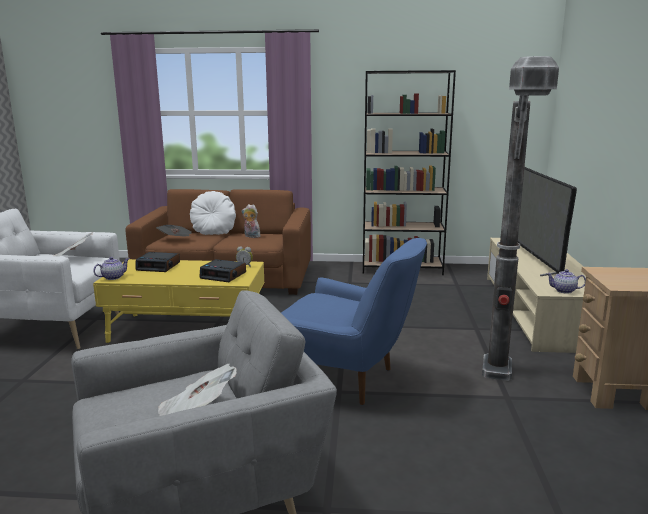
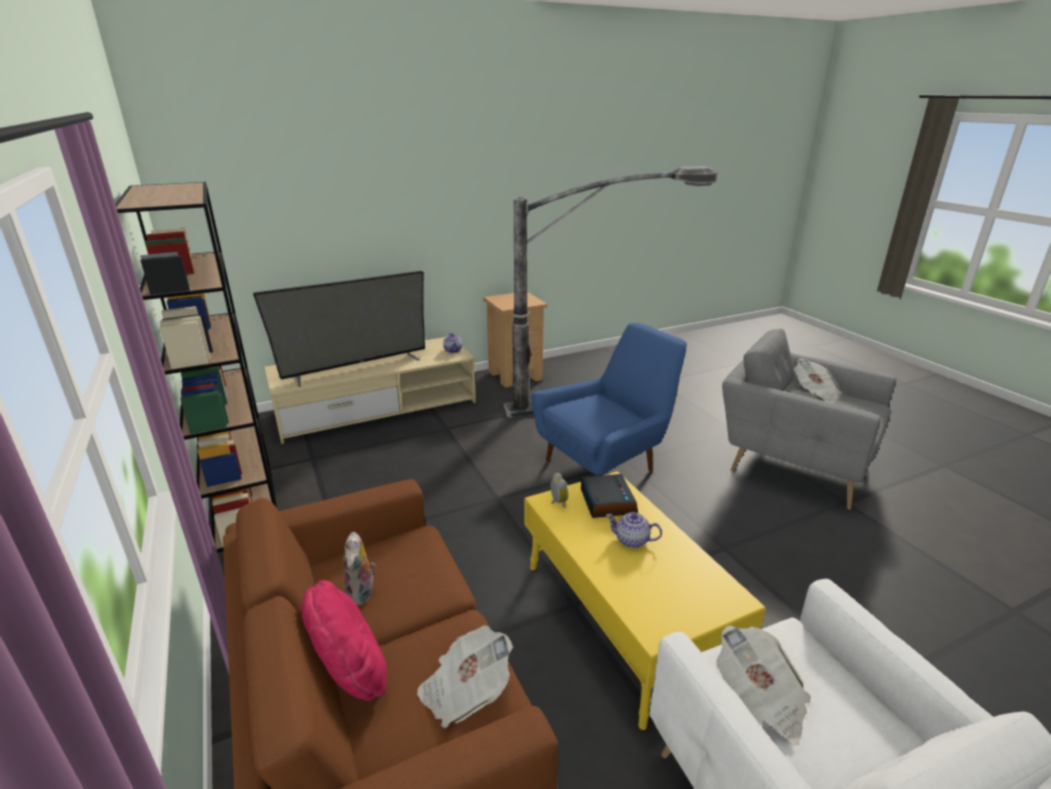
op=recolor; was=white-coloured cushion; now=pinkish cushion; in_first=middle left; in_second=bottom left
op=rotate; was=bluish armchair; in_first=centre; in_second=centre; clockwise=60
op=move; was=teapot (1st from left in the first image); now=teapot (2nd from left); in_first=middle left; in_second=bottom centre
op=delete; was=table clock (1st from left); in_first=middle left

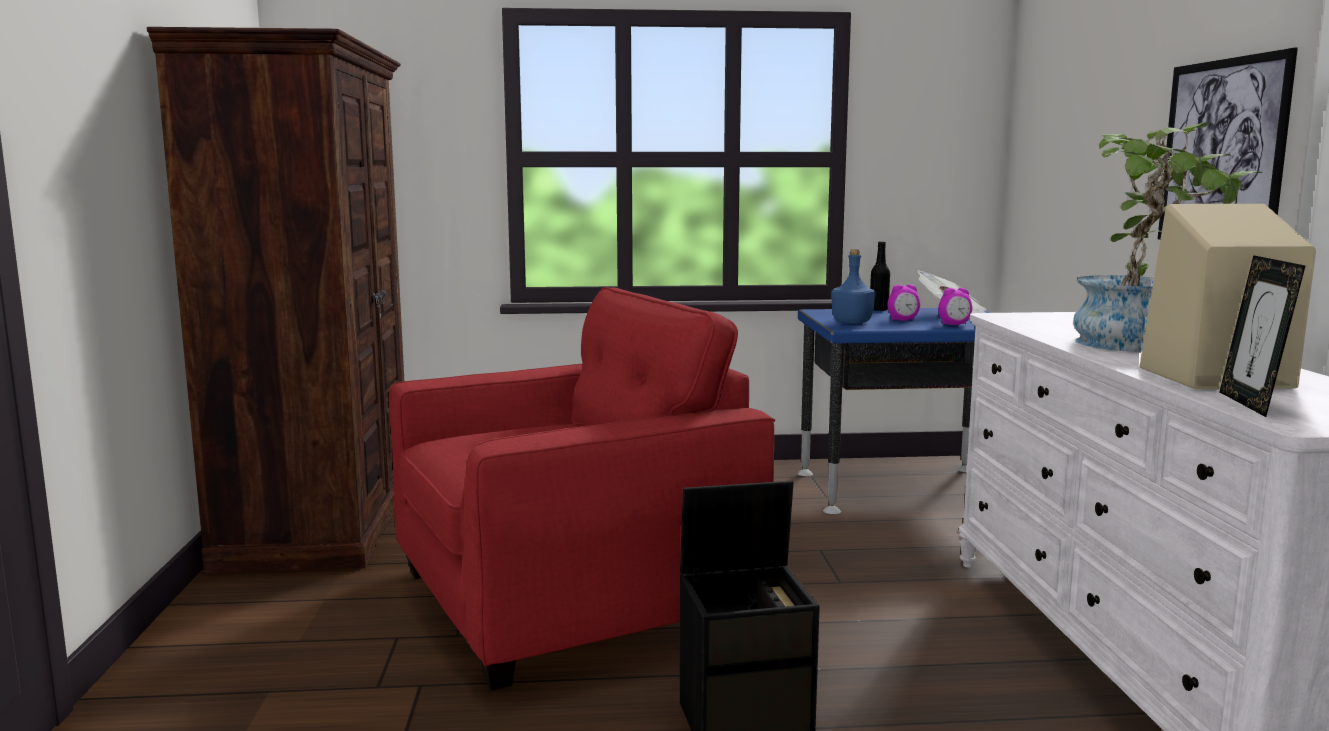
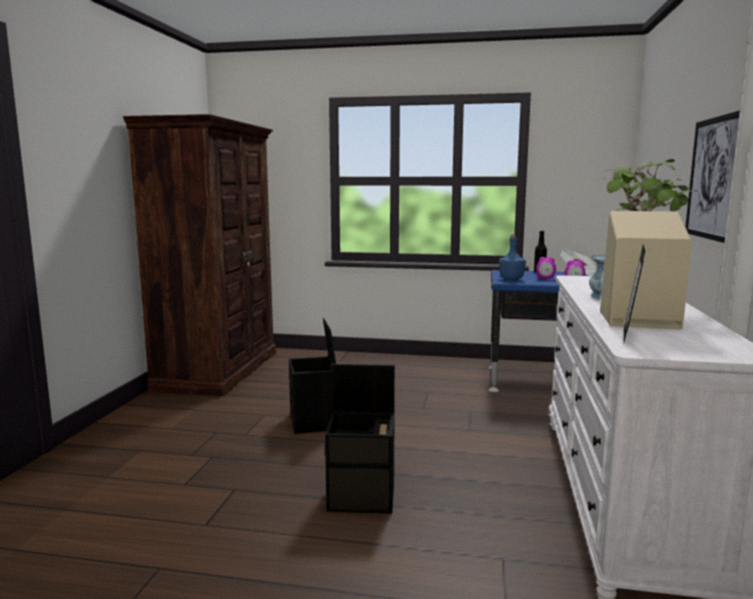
op=replace; was=reddish armchair; now=black-coloured storage container (1st from left); in_first=bottom centre; in_second=centre

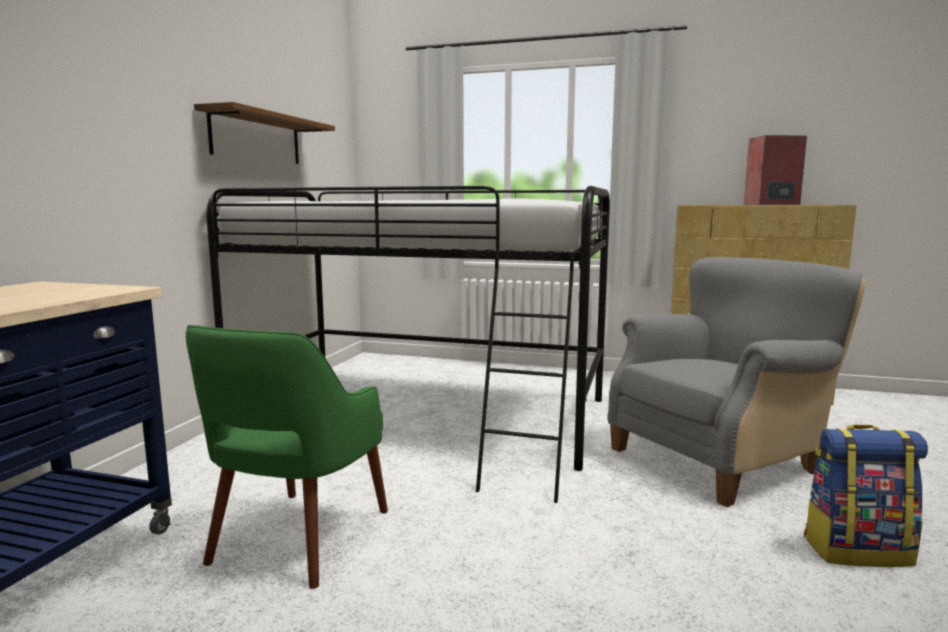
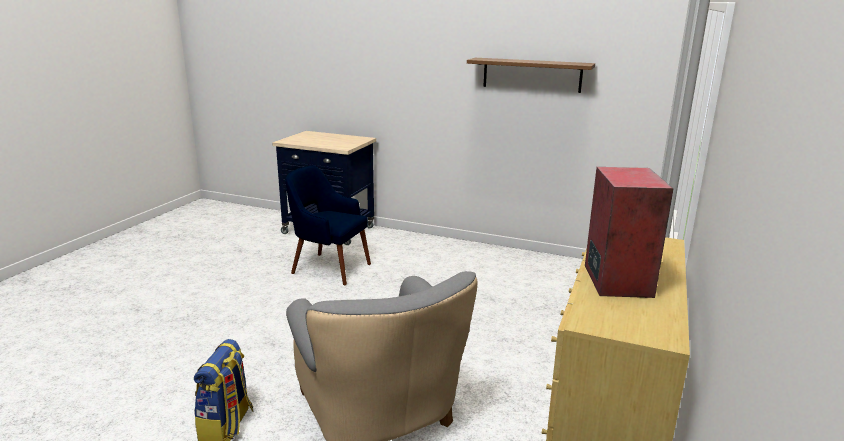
op=recolor; was=green-coloured armchair; now=bluish armchair; in_first=bottom left; in_second=centre
op=delete; was=black-coloured bedroom bed; in_first=centre

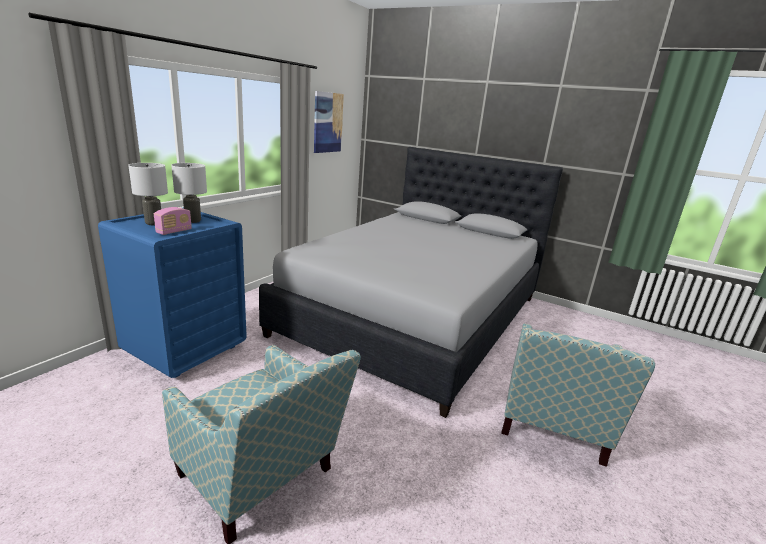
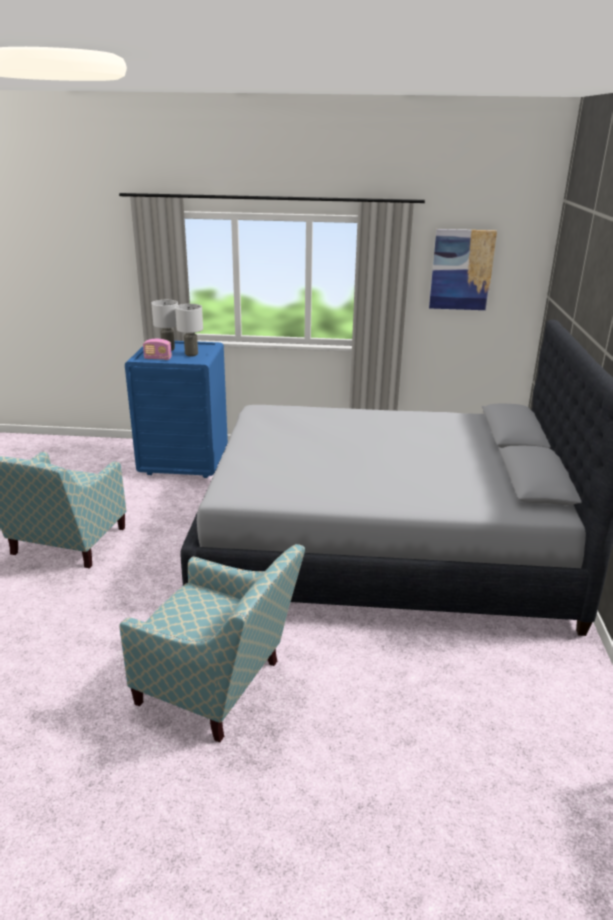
op=rotate; was=armchair (2nd from left); in_first=bottom right; in_second=bottom centre; clockwise=-150

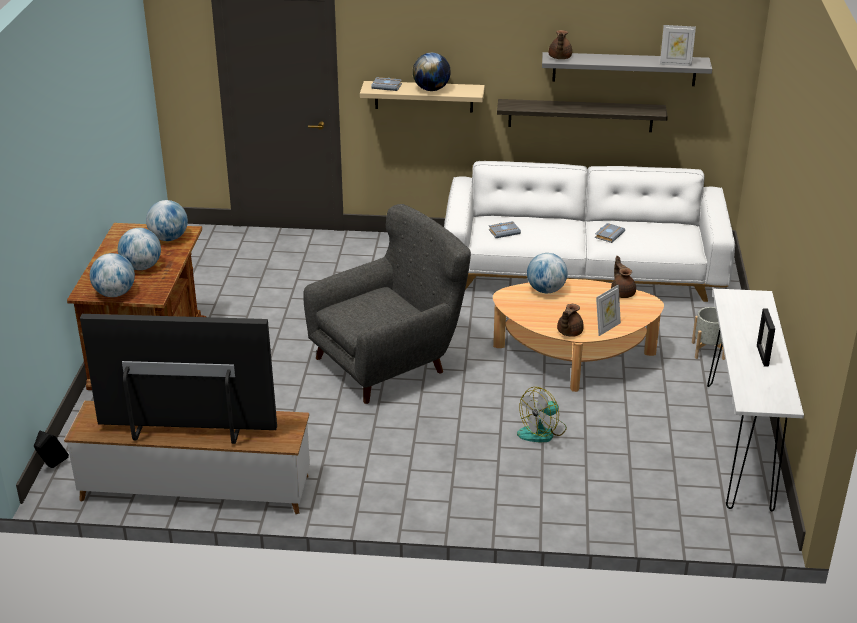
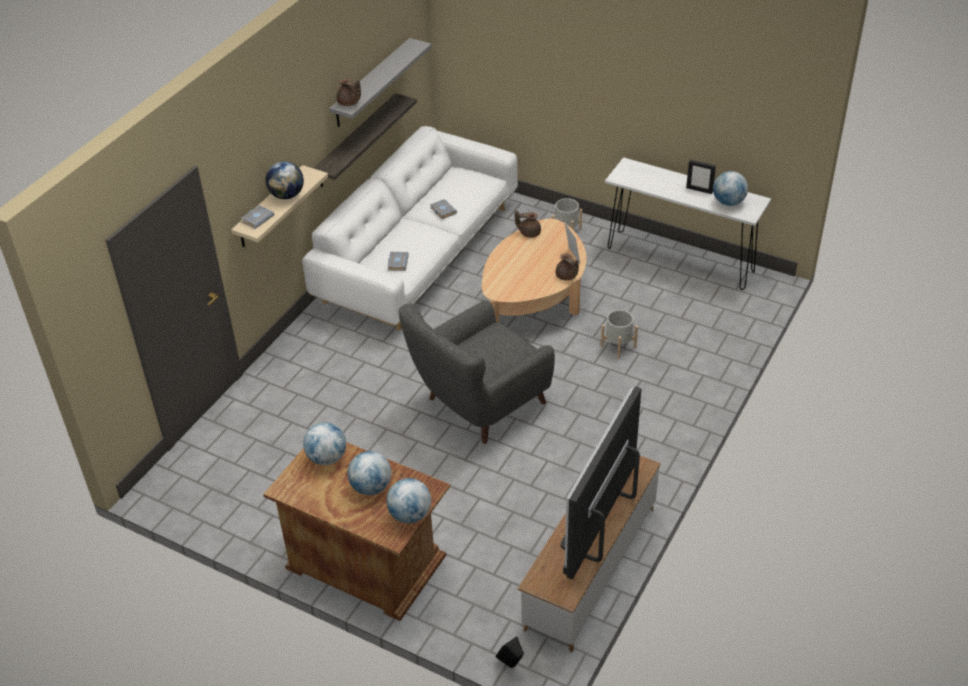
op=rotate; was=gray armchair; in_first=centre; in_second=centre; clockwise=-120
op=replace; was=electric fan; now=gray planter (2nd from left); in_first=centre; in_second=centre
op=move; was=desk globe (5th from left); in_first=centre; in_second=top right
op=delete; was=photo frame (2nd from left); in_first=top right

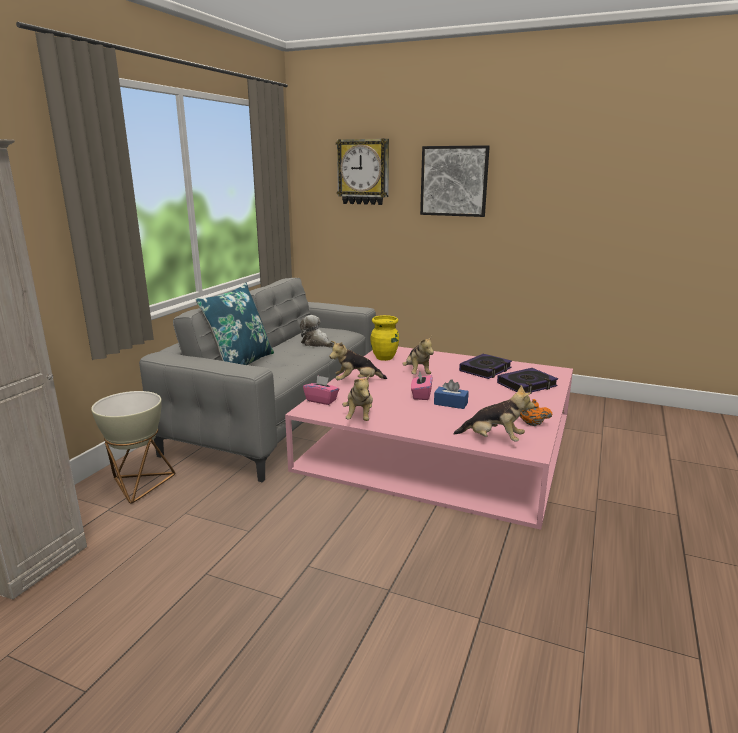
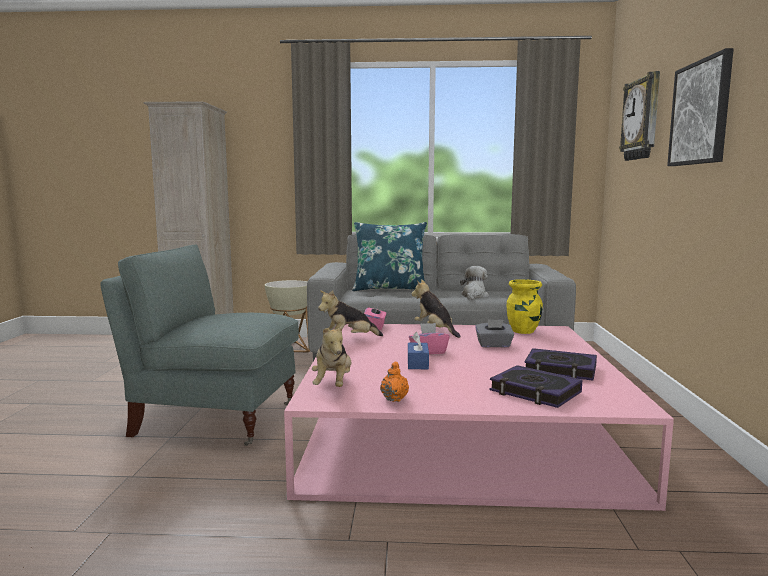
op=insert; now=gray armchair; in_second=middle left
op=replace; was=cuddly toy (4th from left); now=gray tissue box; in_first=centre; in_second=centre

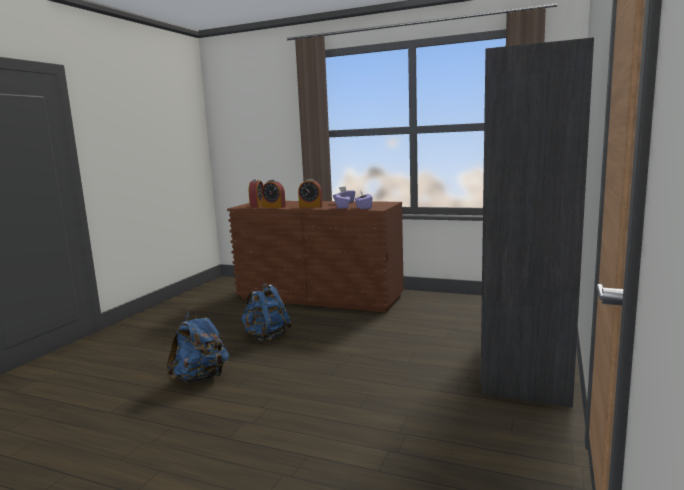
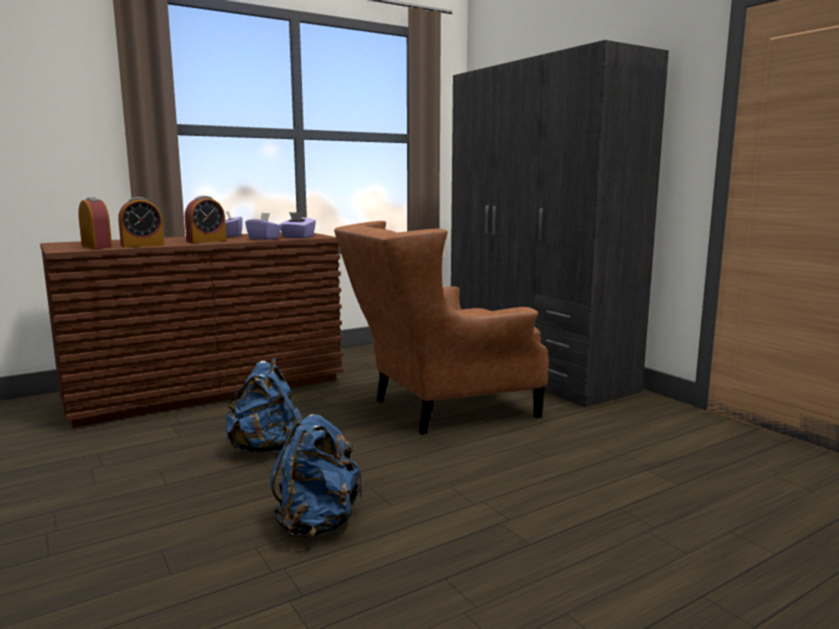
op=insert; now=brownish armchair; in_second=centre

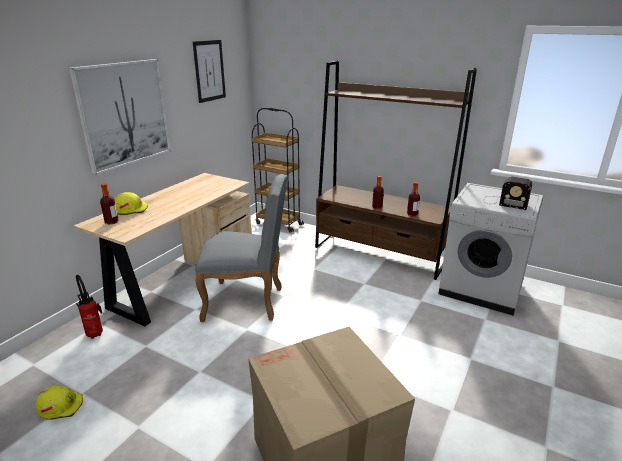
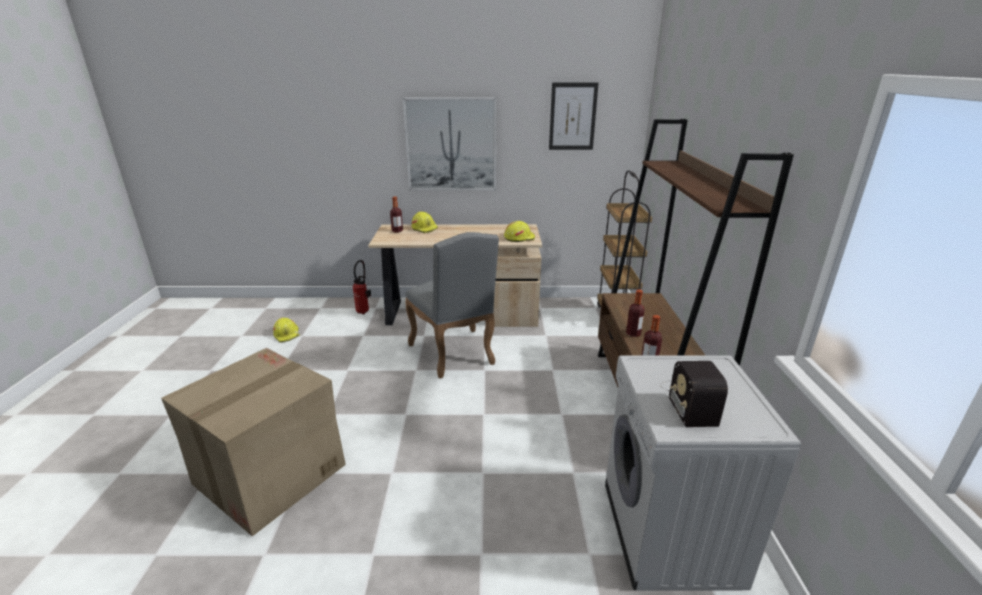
op=insert; now=yellowish hard hat (3rd from left); in_second=centre

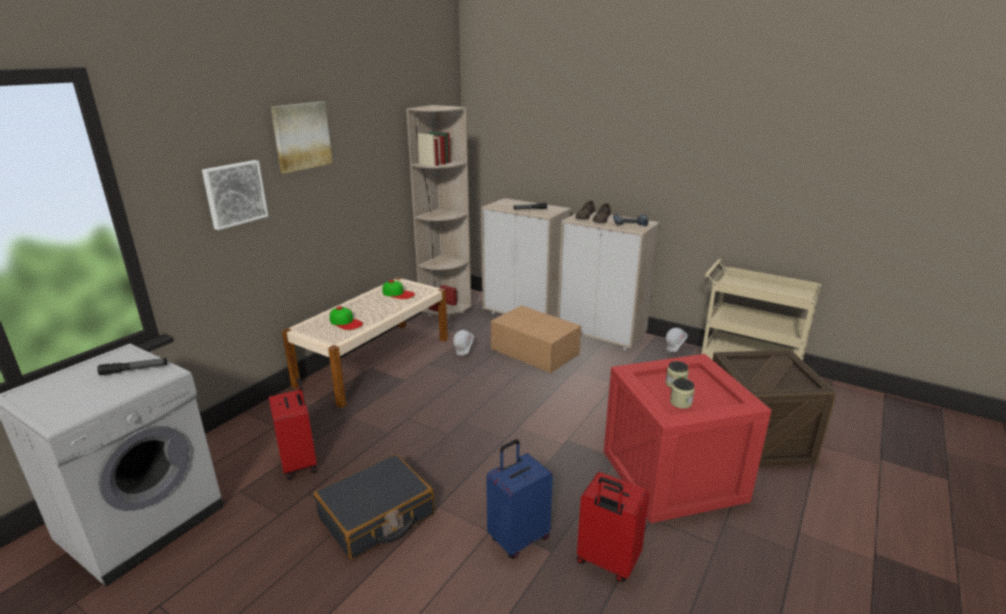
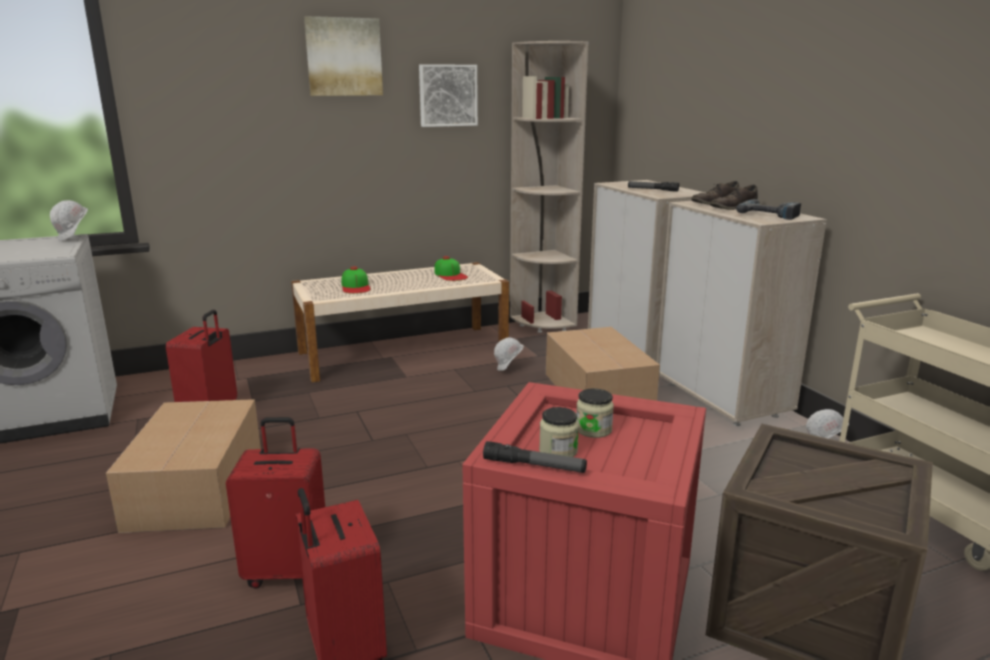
op=insert; now=white-coloured hard hat (1st from left); in_second=middle left
op=replace; was=black-coloured piece of luggage; now=cardboard box (1st from left); in_first=bottom centre; in_second=bottom left
op=recolor; was=bluish piece of luggage; now=reddish piece of luggage (2nd from left); in_first=bottom centre; in_second=bottom left
op=move; was=picture (1st from left in the first image); now=picture (2nd from left); in_first=top left; in_second=top centre
op=move; was=torch (1st from left); in_first=middle left; in_second=bottom centre

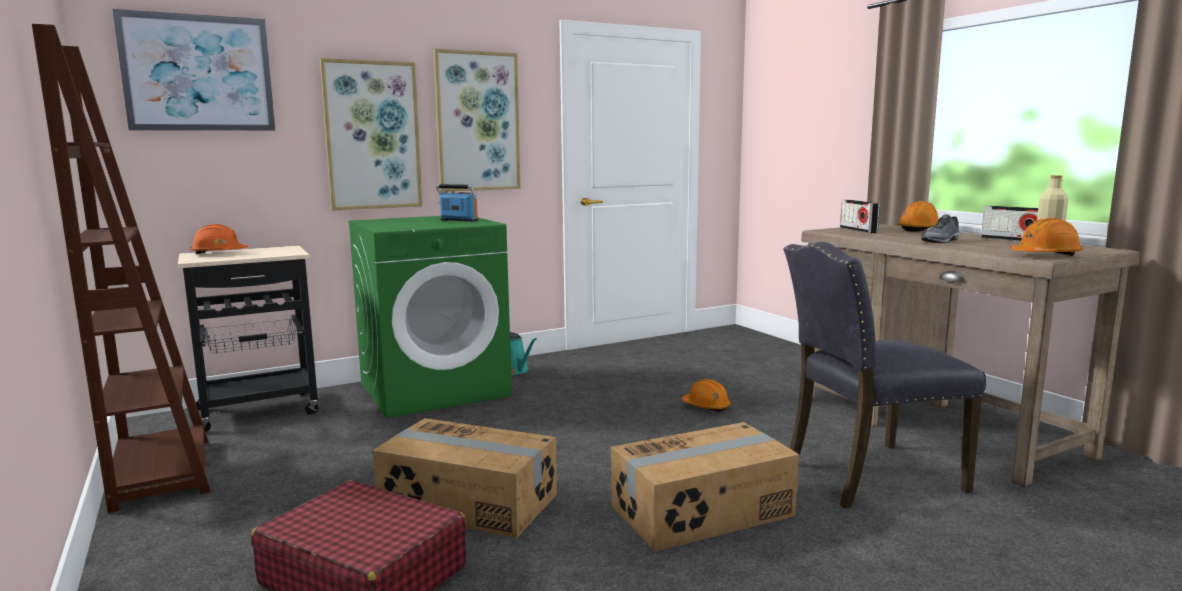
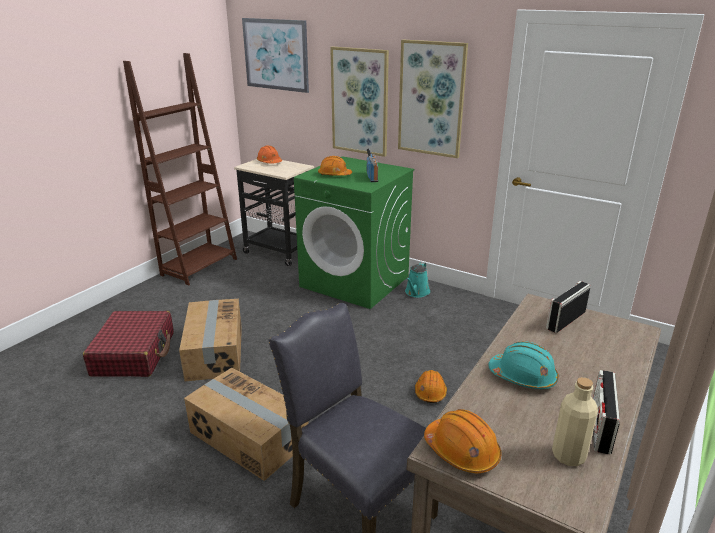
op=move; was=orange-coloured hard hat (3rd from left in the first image); now=orange-coloured hard hat (2nd from left); in_first=middle right; in_second=top centre
op=replace; was=gray item of footwear; now=turquoise hard hat; in_first=middle right; in_second=bottom right

